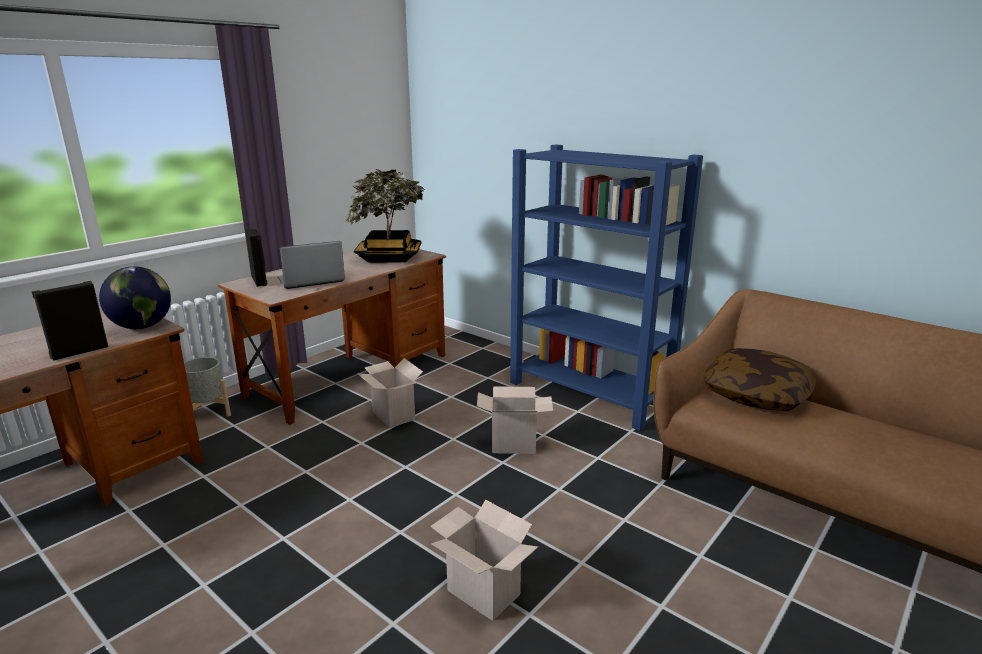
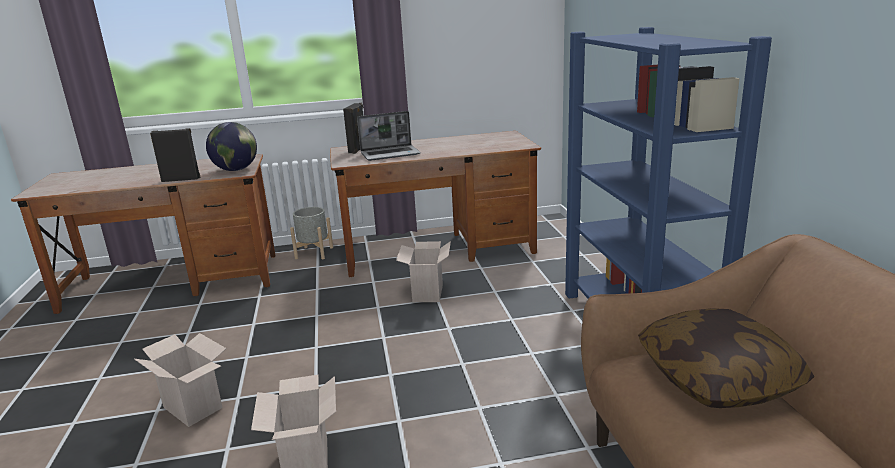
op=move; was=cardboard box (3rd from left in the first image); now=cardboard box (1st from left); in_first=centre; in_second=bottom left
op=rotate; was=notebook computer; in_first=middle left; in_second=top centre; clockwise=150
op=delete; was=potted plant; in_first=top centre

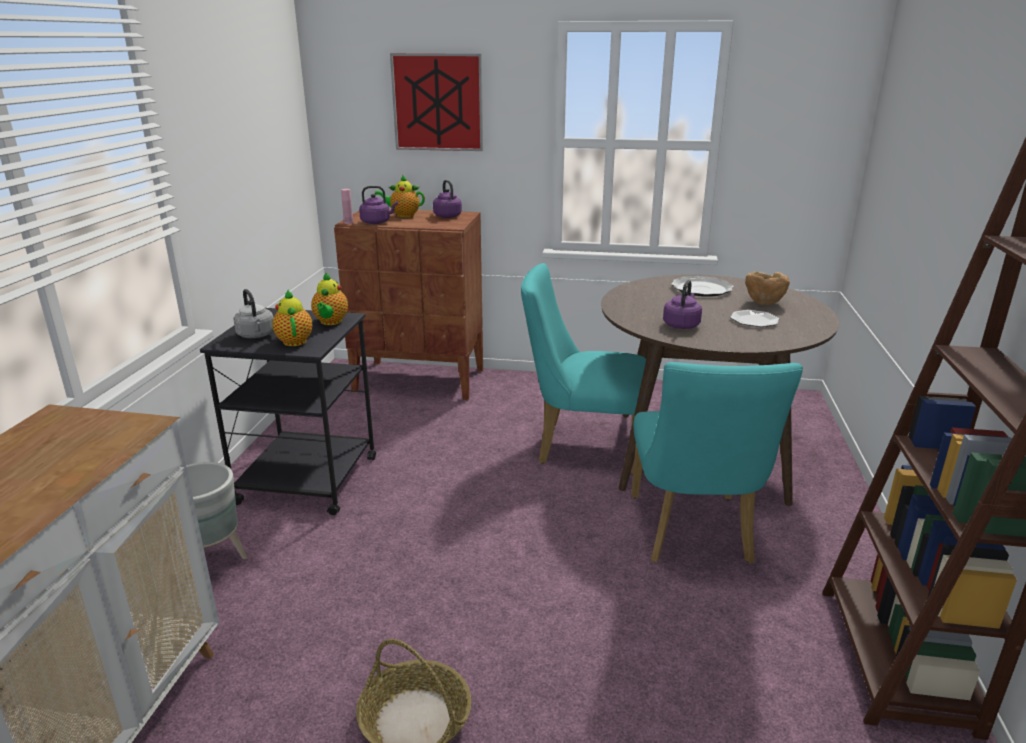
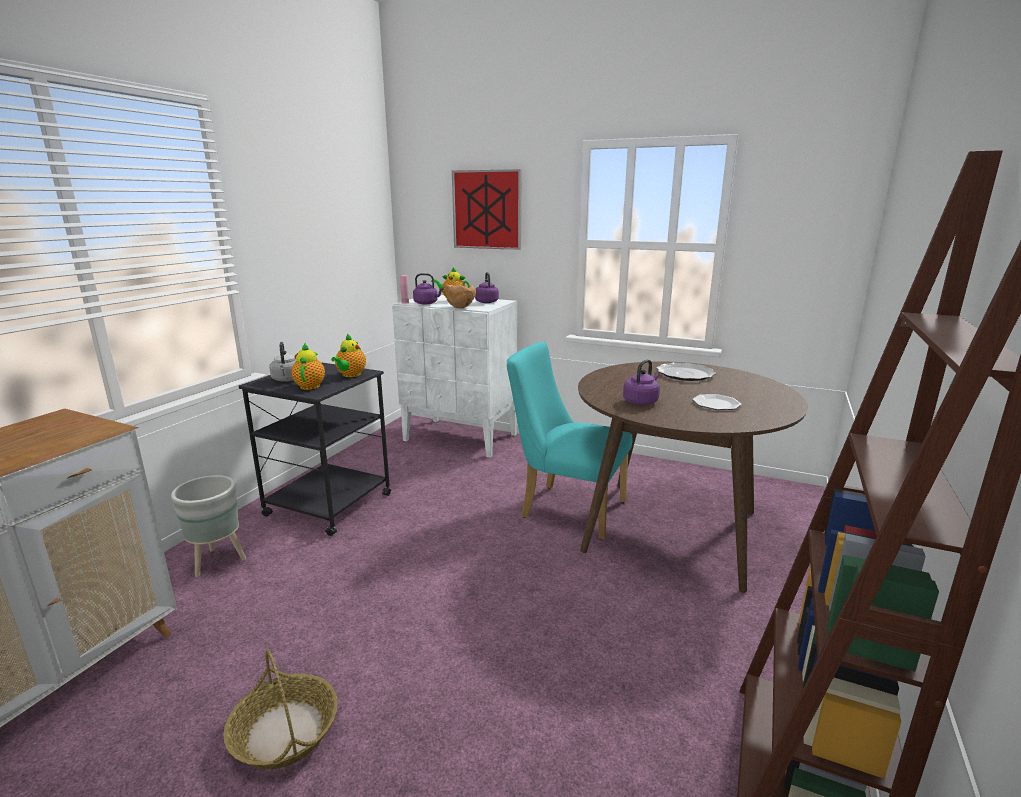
op=recolor; was=brownish dresser; now=white-coloured dresser; in_first=centre; in_second=centre
op=move; was=brownish deep dish; in_first=middle right; in_second=centre
op=delete; was=turquoise plain chair (2nd from left); in_first=middle right

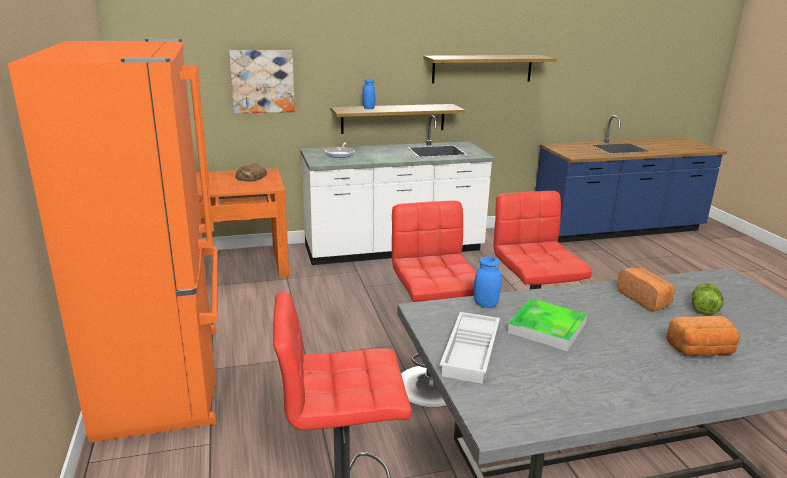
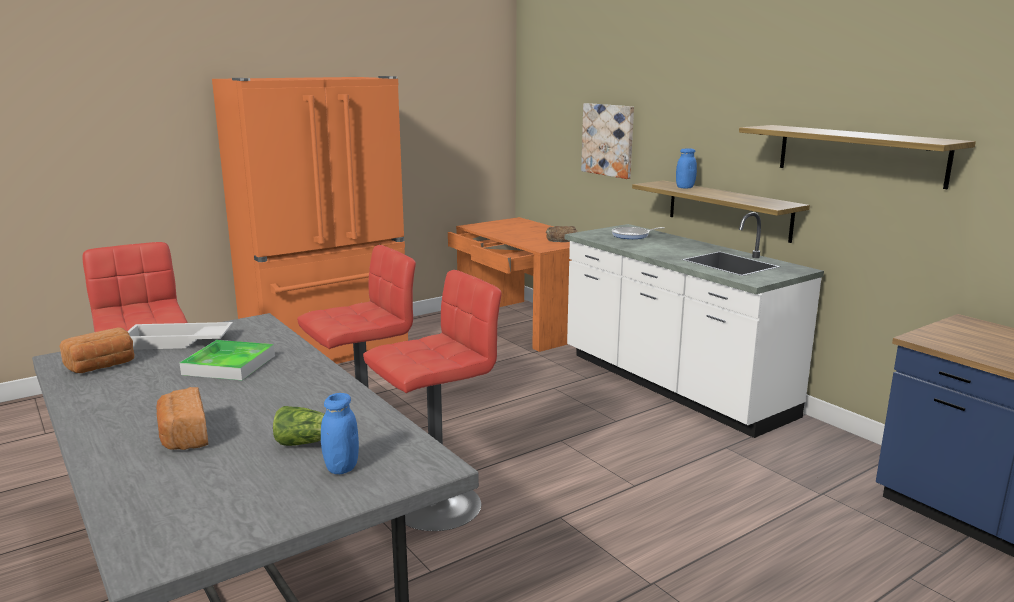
op=move; was=baked bread (2nd from left in the first image); now=baked bread (1st from left); in_first=middle right; in_second=middle left
op=move; was=bluish storage jar (2nd from left in the first image); now=bluish storage jar (1st from left); in_first=centre; in_second=bottom centre

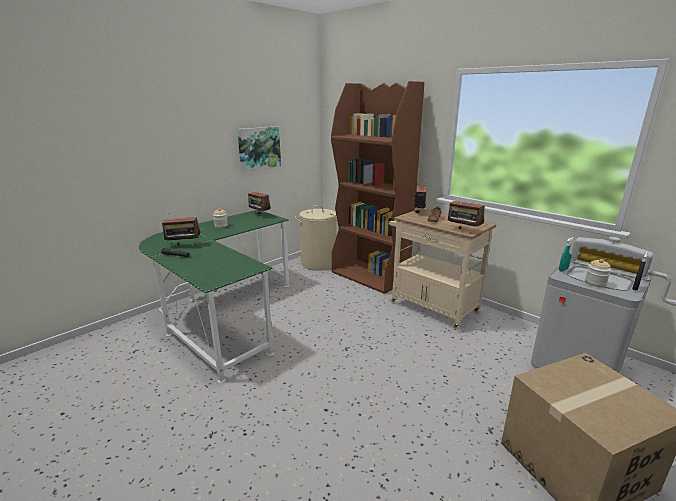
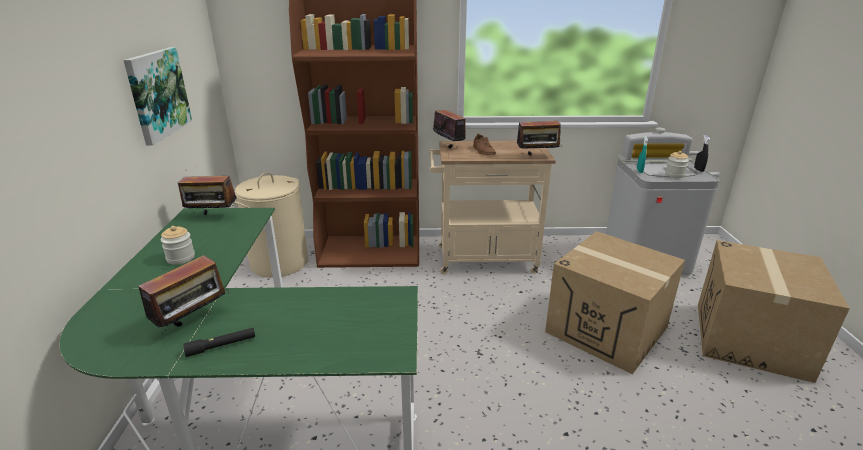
op=insert; now=cardboard box (1st from left); in_second=bottom right

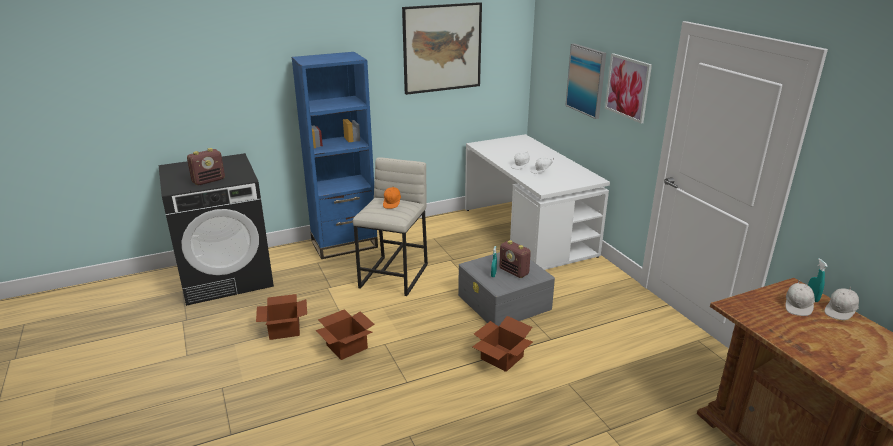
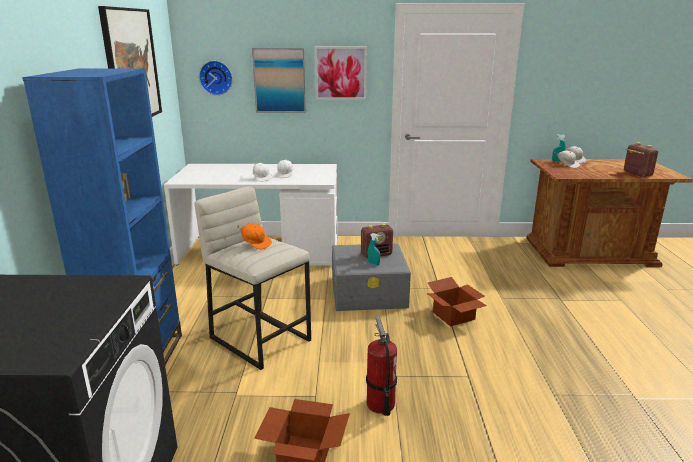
op=insert; now=clock on the wall; in_second=top left
op=replace; was=cardboard box (2nd from left); now=fire-fighting cylinder; in_first=bottom centre; in_second=bottom centre
op=move; was=radio (1st from left in the first image); now=radio (2nd from left); in_first=middle left; in_second=middle right

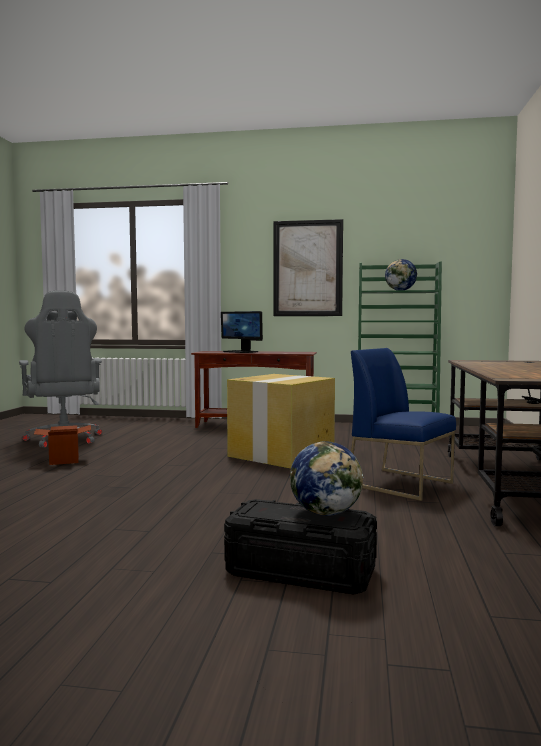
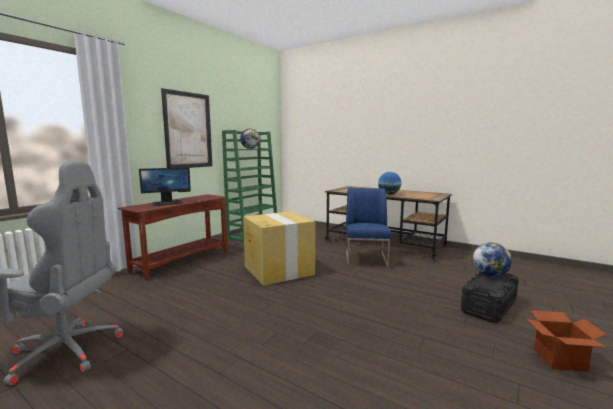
op=rotate; was=bluish plain chair; in_first=middle right; in_second=centre; clockwise=120
op=insert; now=desk globe (2nd from left); in_second=centre
op=move; was=cardboard box (1st from left in the first image); now=cardboard box (2nd from left); in_first=middle left; in_second=bottom right

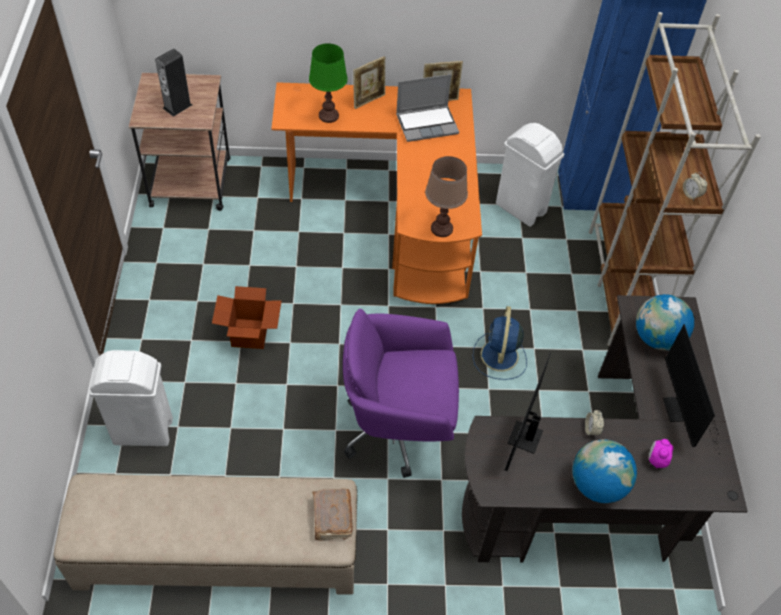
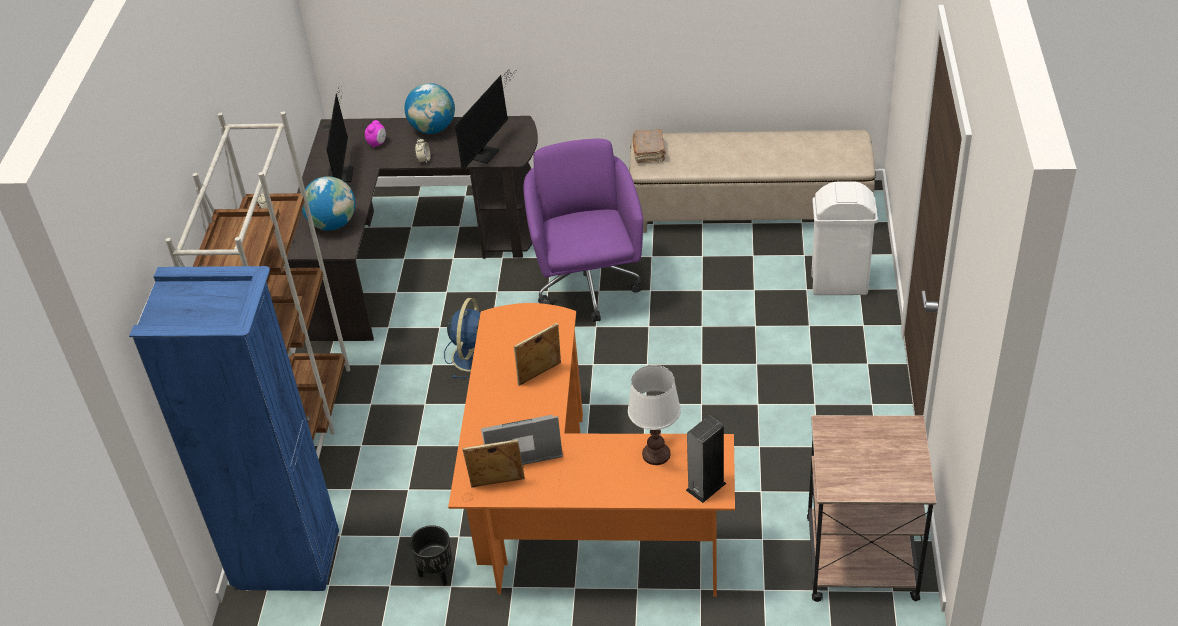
op=insert; now=black-coloured planter; in_second=bottom centre
op=move; was=photo frame (1st from left in the first image); now=photo frame (2nd from left); in_first=top centre; in_second=centre
op=rotate; was=purple office chair; in_first=centre; in_second=centre; clockwise=-105
op=recolor; was=green-coloured table lamp; now=white-coloured table lamp; in_first=top centre; in_second=centre
op=move; was=audio speaker; in_first=top left; in_second=bottom centre
op=delete; was=cardboard box; in_first=middle left
op=delete; was=brownish table lamp; in_first=top centre
op=delete; was=white-coloured rubbish bin (2nd from left); in_first=top right

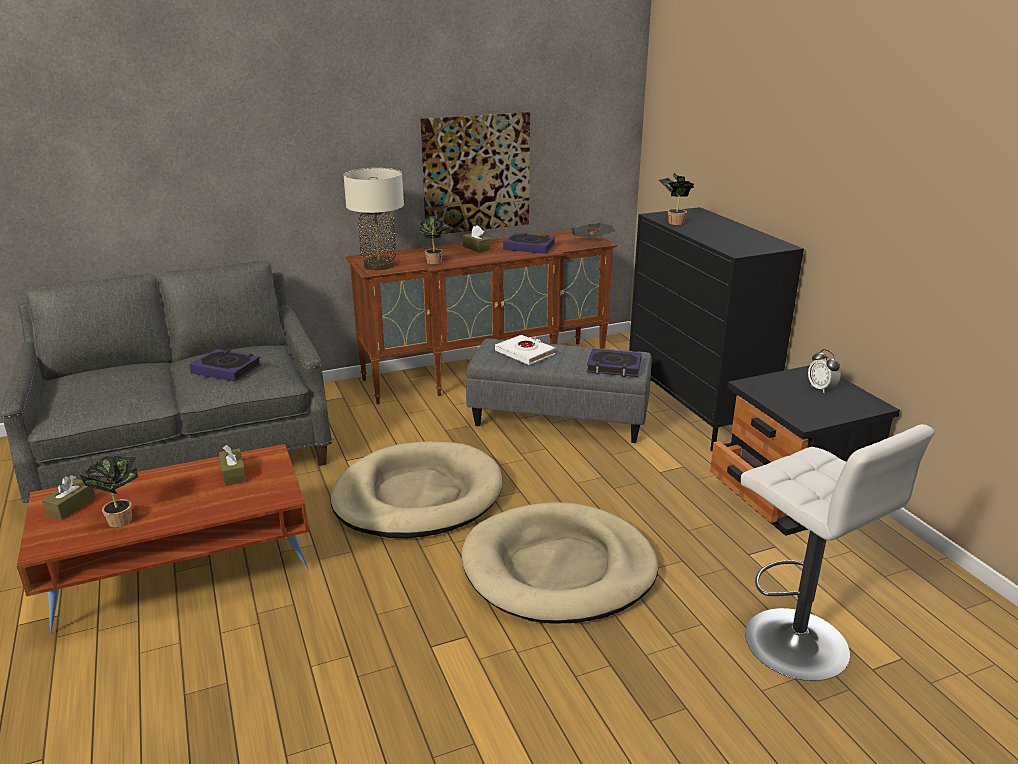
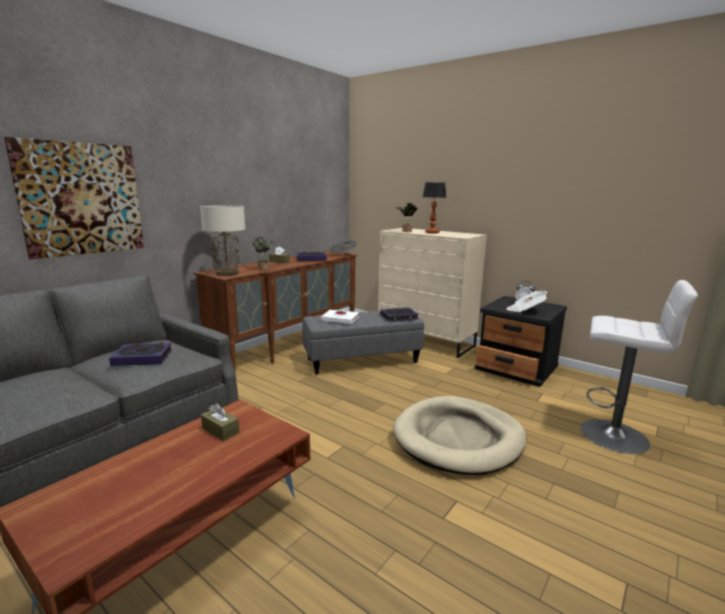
op=move; was=picture; in_first=top centre; in_second=top left
op=recolor; was=black-coloured dresser; now=beige dresser; in_first=middle right; in_second=centre
op=insert; now=table lamp (2nd from left); in_second=centre
op=insert; now=daily paper (2nd from left); in_second=middle right
op=delete; was=brownish tissue box (1st from left); in_first=middle left
op=delete; was=potted plant (1st from left); in_first=middle left
op=delete; was=beige dog bed (1st from left); in_first=centre

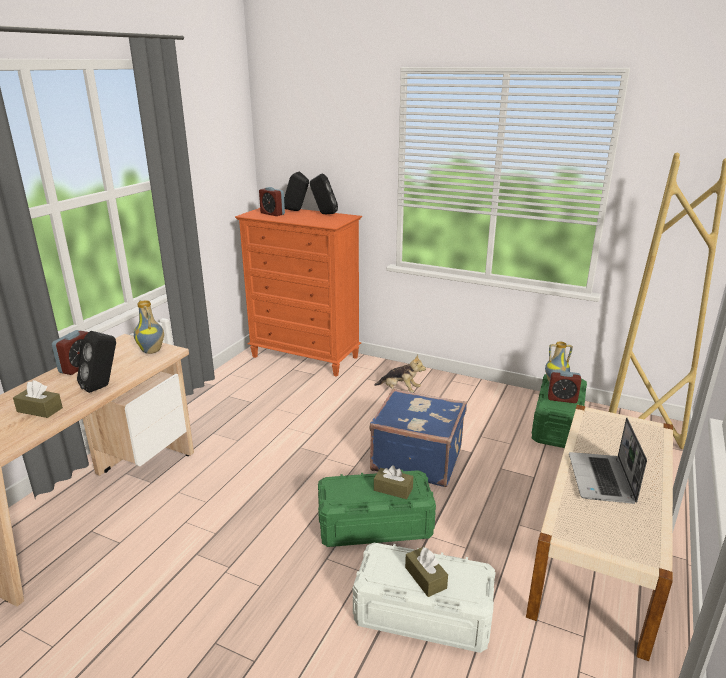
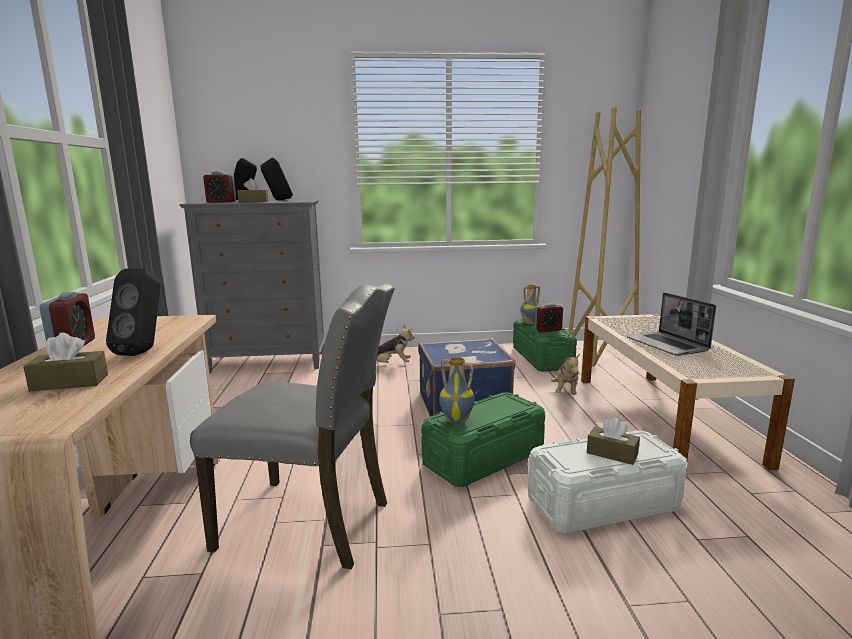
op=recolor; was=orange-coloured dresser; now=gray dresser; in_first=centre; in_second=middle left
op=insert; now=gray plain chair; in_second=bottom centre
op=move; was=brownish tissue box (2nd from left); in_first=bottom centre; in_second=top left
op=move; was=decorative vase (1st from left); in_first=middle left; in_second=centre
op=insert; now=cuddly toy (2nd from left); in_second=centre

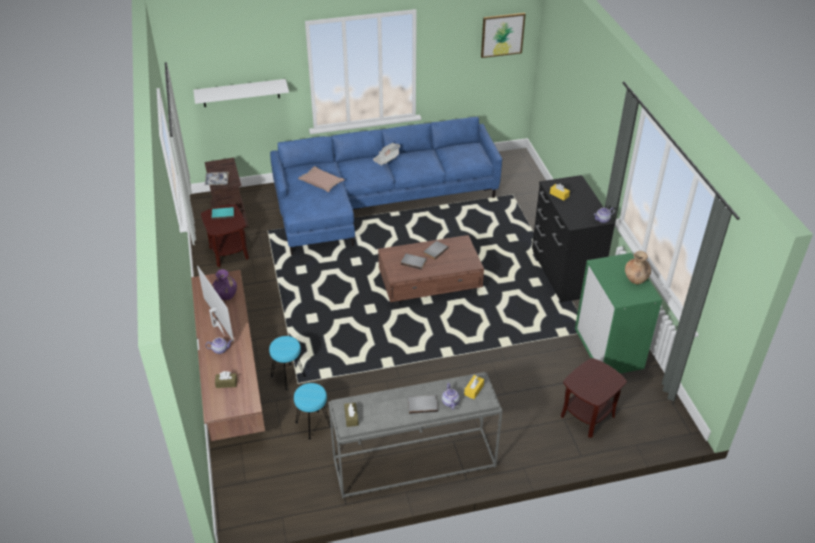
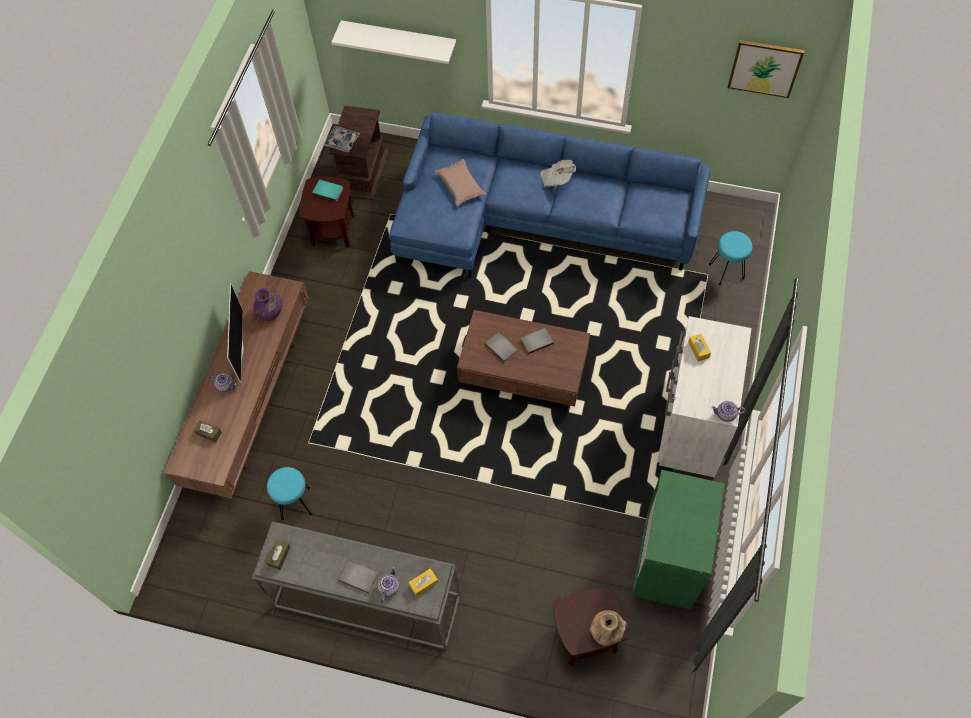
op=move; was=brownish decorative vase; in_first=middle right; in_second=bottom centre
op=recolor; was=black-coloured dresser; now=white-coloured dresser; in_first=middle right; in_second=middle right
op=move; was=turquoise sitting stool (1st from left in the first image); now=turquoise sitting stool (2nd from left); in_first=bottom centre; in_second=middle right

